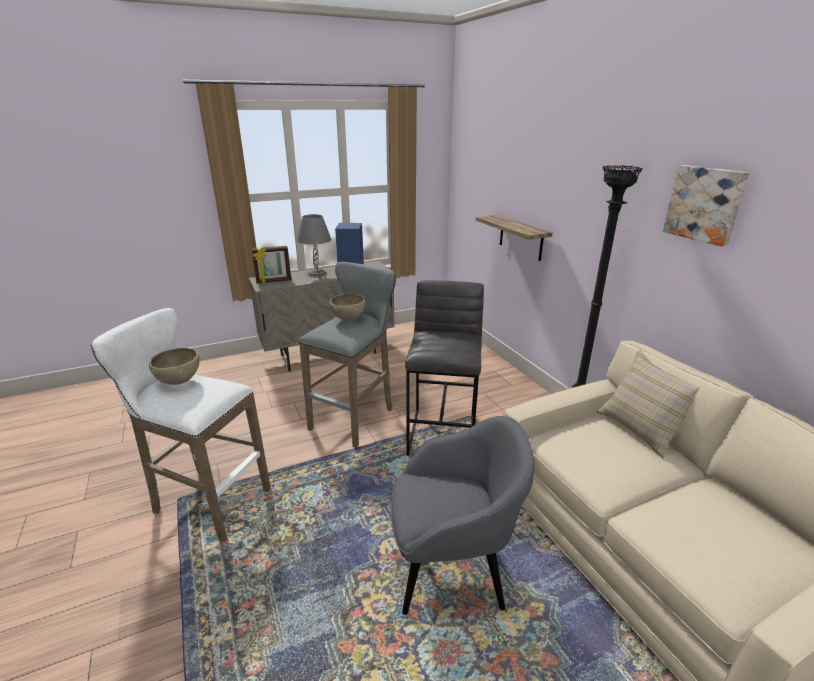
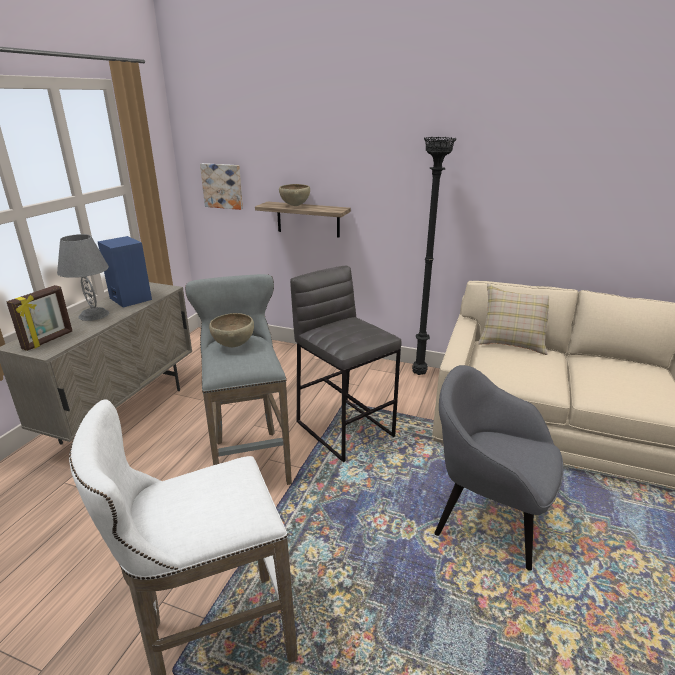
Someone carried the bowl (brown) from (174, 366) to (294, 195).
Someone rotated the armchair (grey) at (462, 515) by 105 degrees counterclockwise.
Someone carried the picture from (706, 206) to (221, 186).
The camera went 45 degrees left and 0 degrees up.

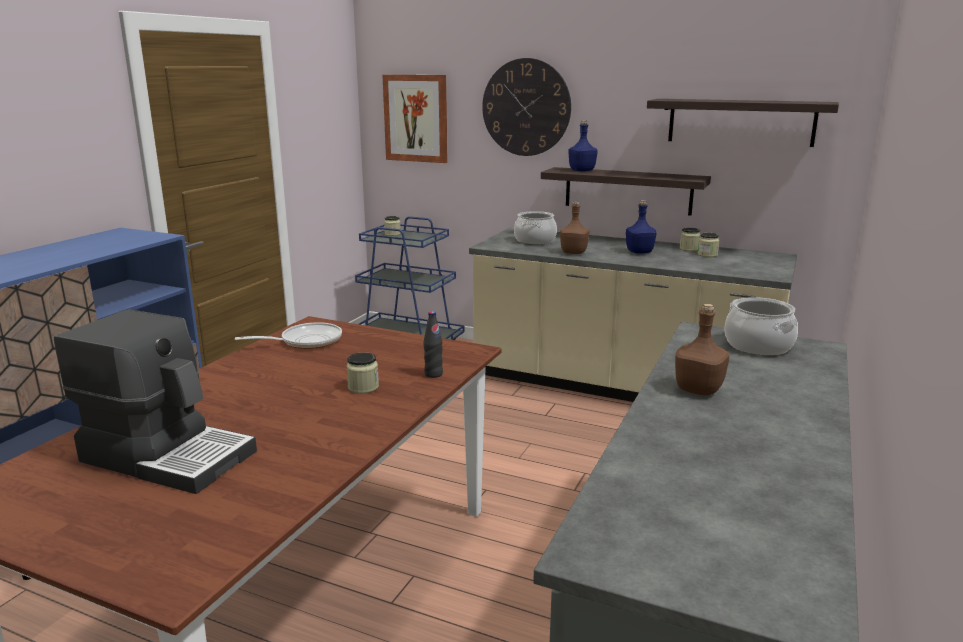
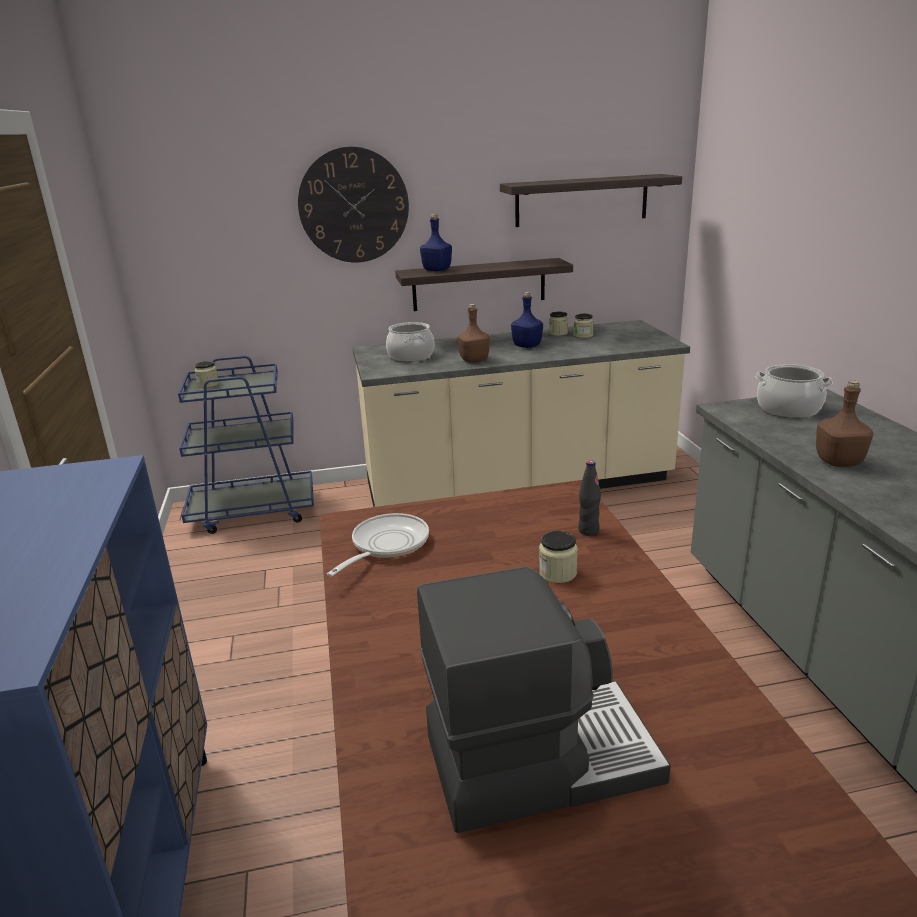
Someone took away the picture at (415, 119).
The camera went 35 degrees left and 5 degrees up.

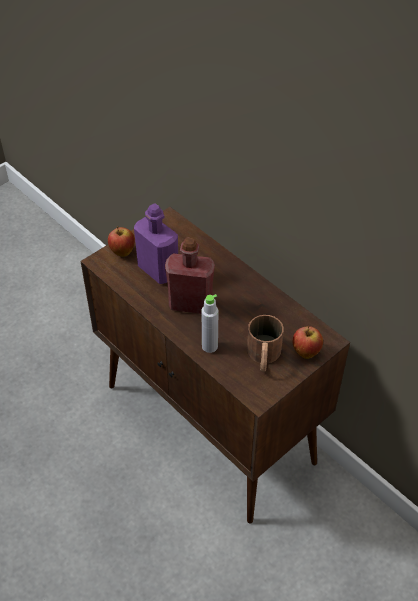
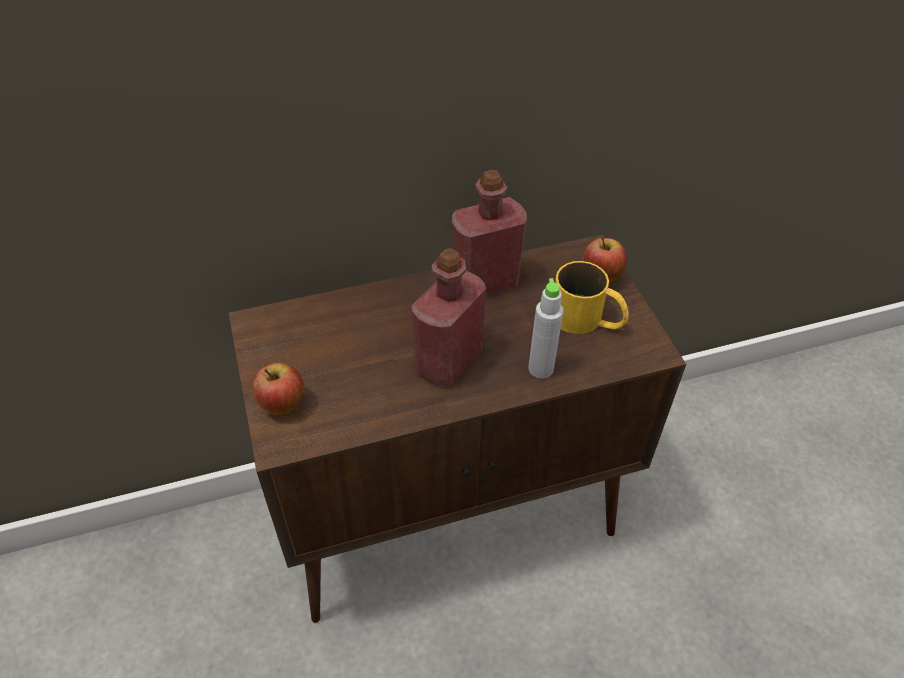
Someone took away the bottle (purple) at (156, 243).
Someone repainted the mug (brown) at (265, 343), which became the mug (yellow) at (592, 297).
Someone put down the bottle (red) at (489, 232).
The camera went 65 degrees left and 0 degrees up.

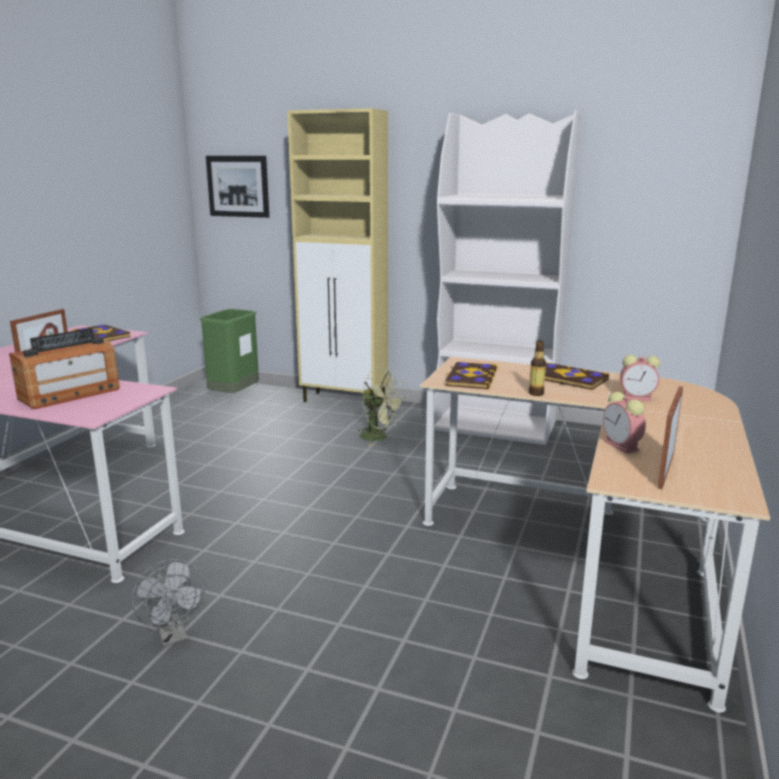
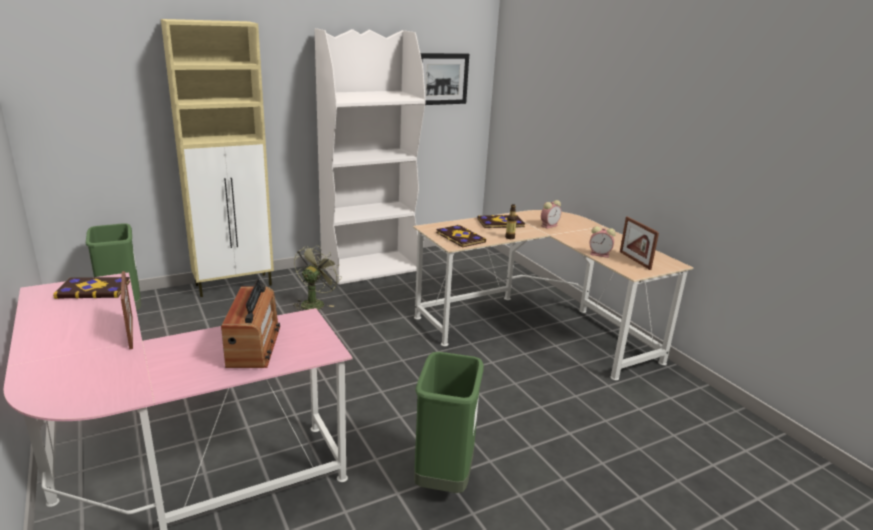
Someone swapped the fan (grey) at (168, 602) for the trash can (green) at (449, 422).
Someone carried the picture from (237, 187) to (444, 79).
Someone rotated the fan (green) at (382, 406) by 45 degrees counterclockwise.
The camera went 50 degrees left and 5 degrees up.

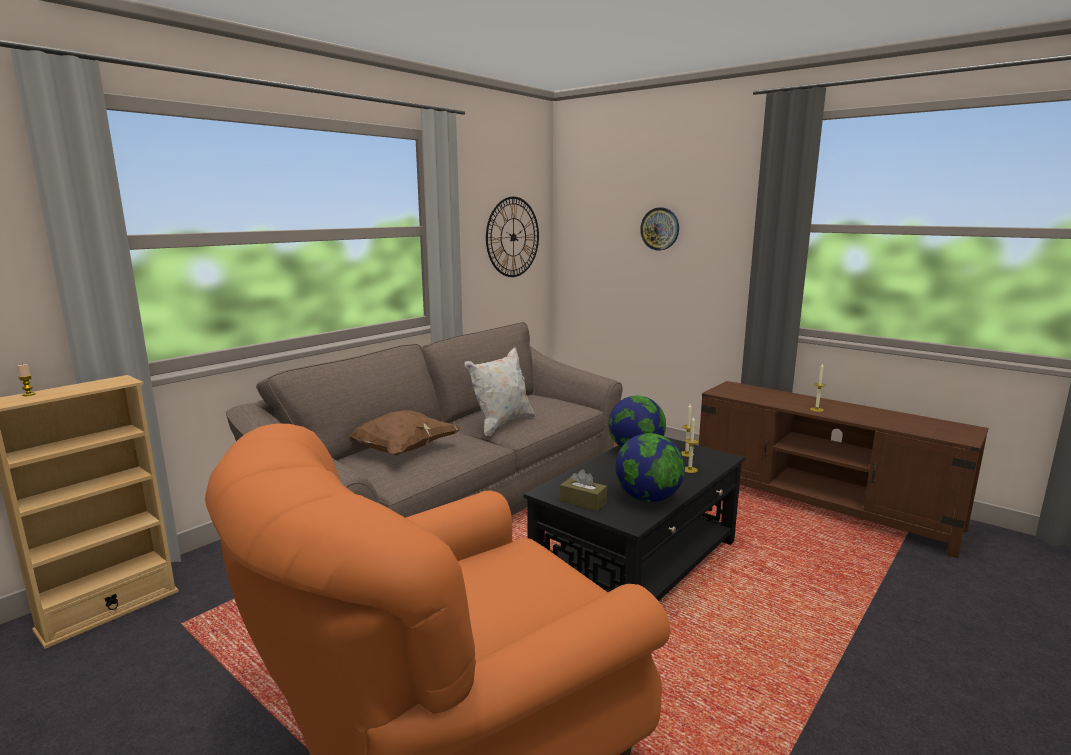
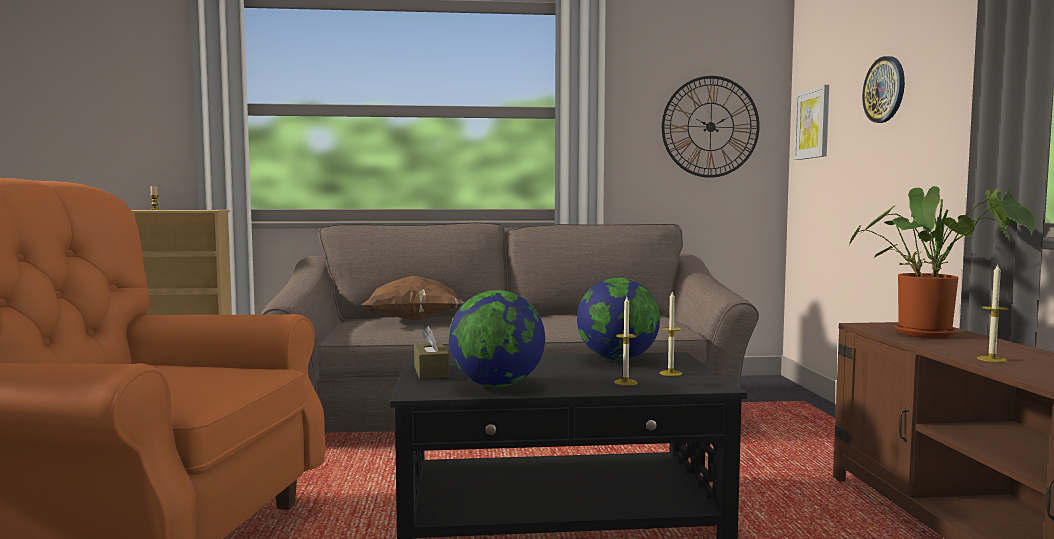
Someone took away the pillow (white) at (500, 391).
Someone put up the picture at (811, 122).
Someone put down the potted plant at (942, 262).
The camera went 45 degrees right and 10 degrees down.

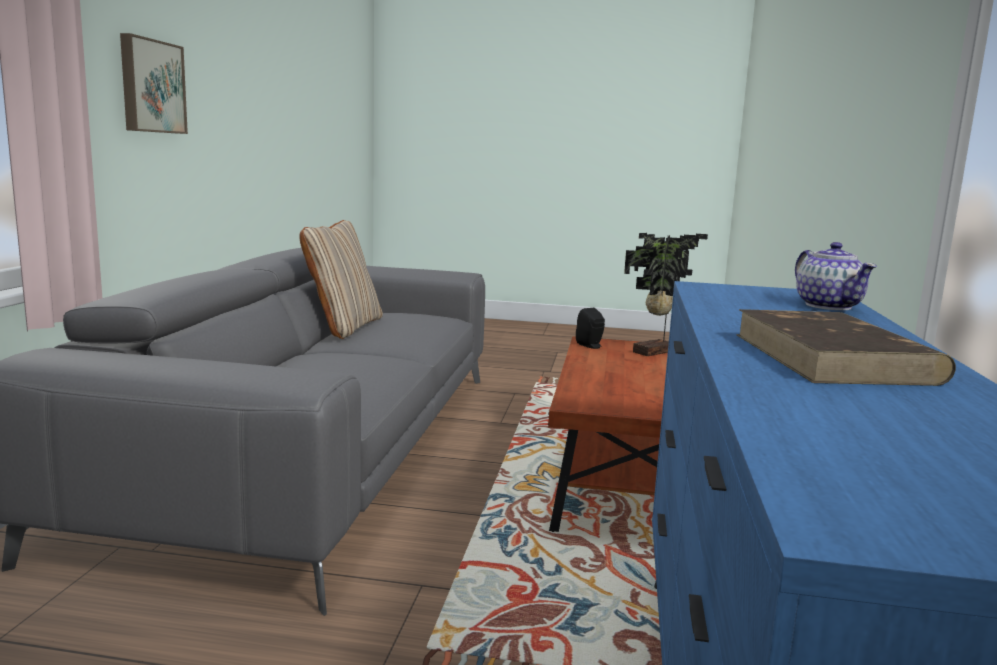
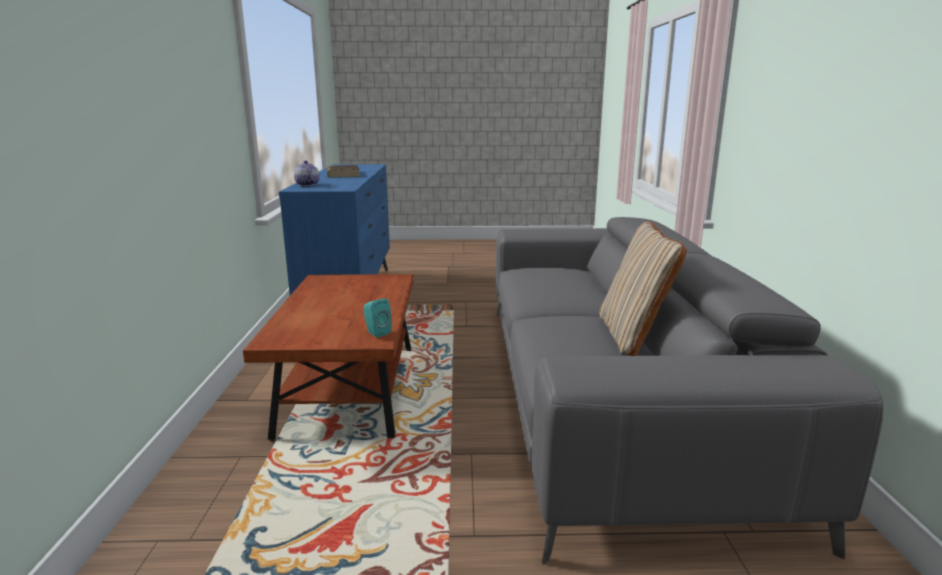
Someone took away the picture at (154, 83).
Someone repainted the speaker (black) at (590, 328), which became the speaker (turquoise) at (378, 318).
Someone took away the potted plant at (666, 294).
The camera went 170 degrees right and 5 degrees up.

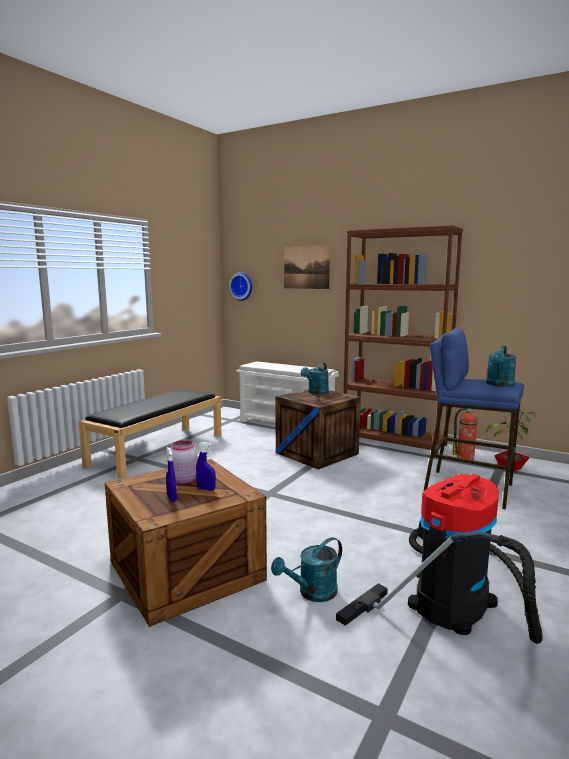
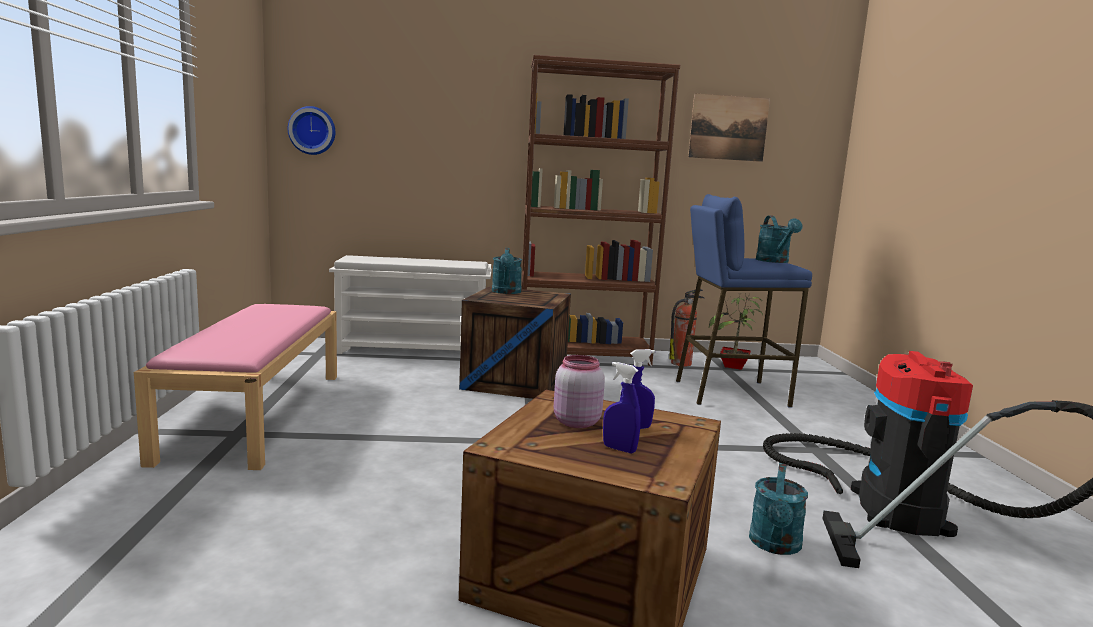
Someone repainted the bench (black) at (150, 434), which became the bench (pink) at (235, 387).
Someone carried the picture from (307, 267) to (729, 128).
The camera went 35 degrees left and 0 degrees up.

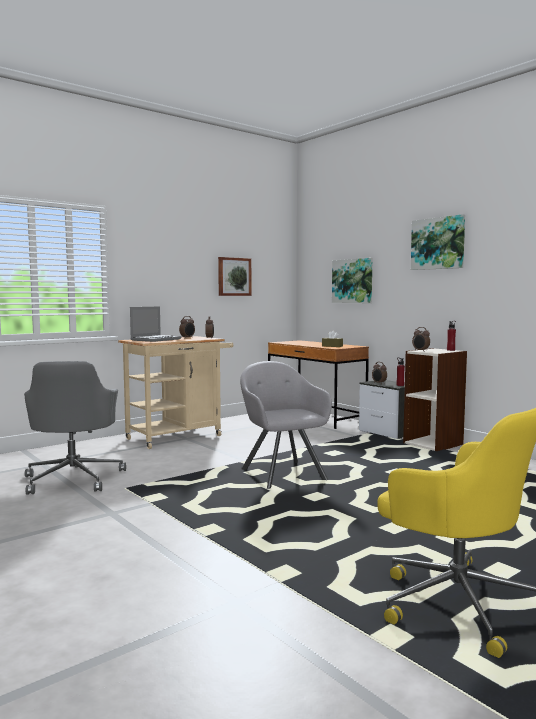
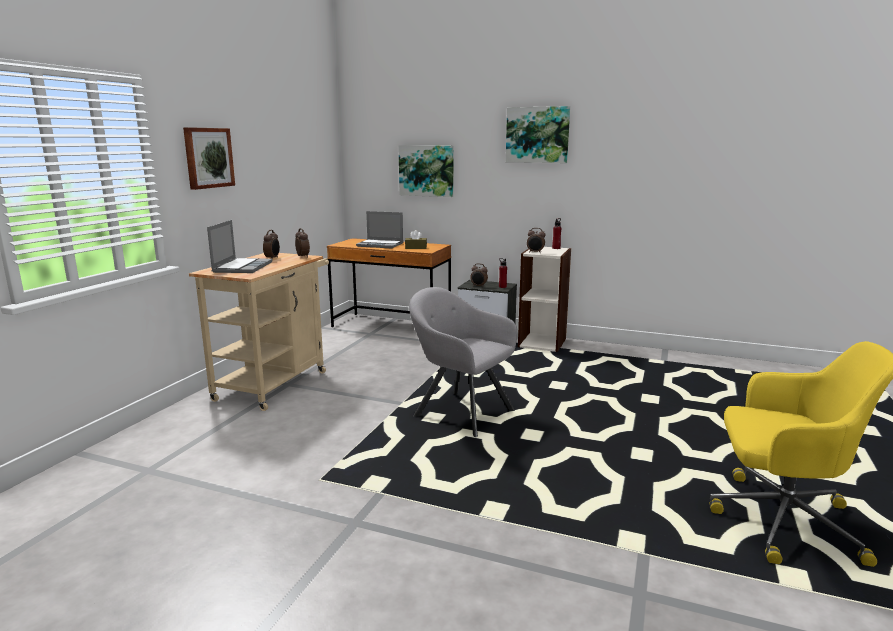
Someone took away the office chair (grey) at (75, 428).
Someone carried the picture from (234, 276) to (209, 158).
Someone put down the laptop at (379, 229).
The camera went 30 degrees left and 10 degrees up.

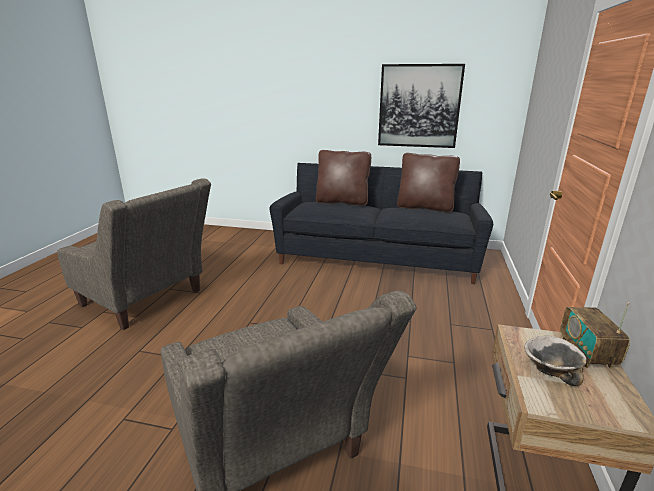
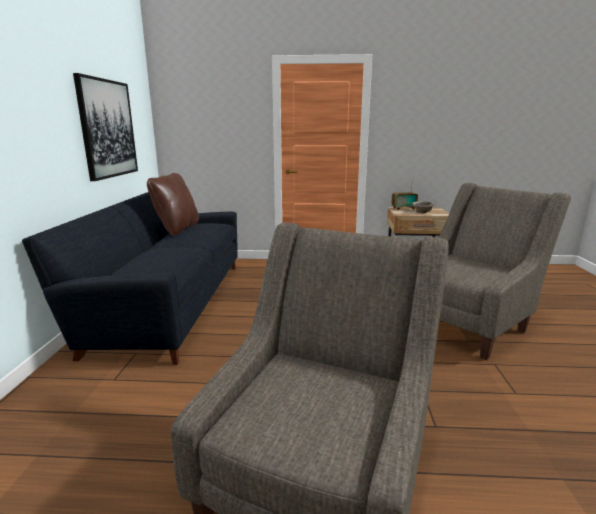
Someone took away the pillow (brown) at (343, 178).
The camera went 100 degrees left and 5 degrees down.

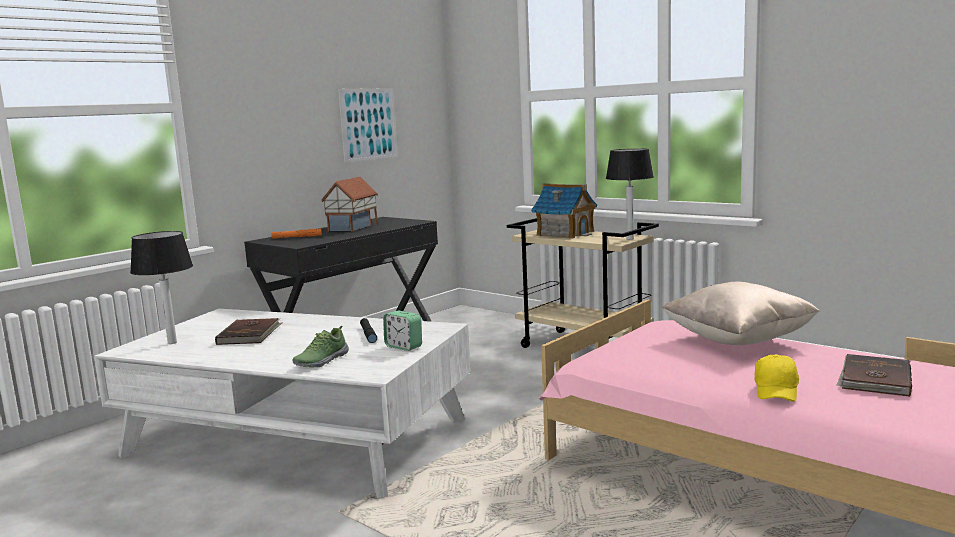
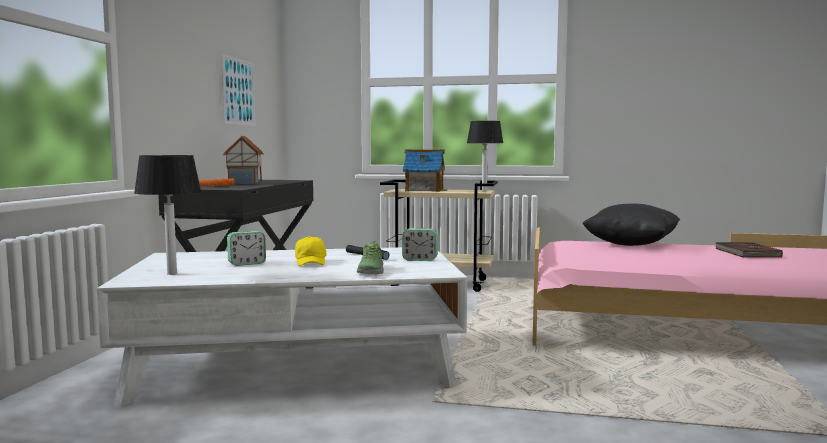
Someone swapped the book (brown) at (249, 331) for the alarm clock at (246, 248).
Someone repainted the pillow (beige) at (741, 313), which became the pillow (black) at (631, 225).
Someone carried the cap (yellow) from (777, 378) to (311, 251).
The camera went 30 degrees left and 5 degrees down.

